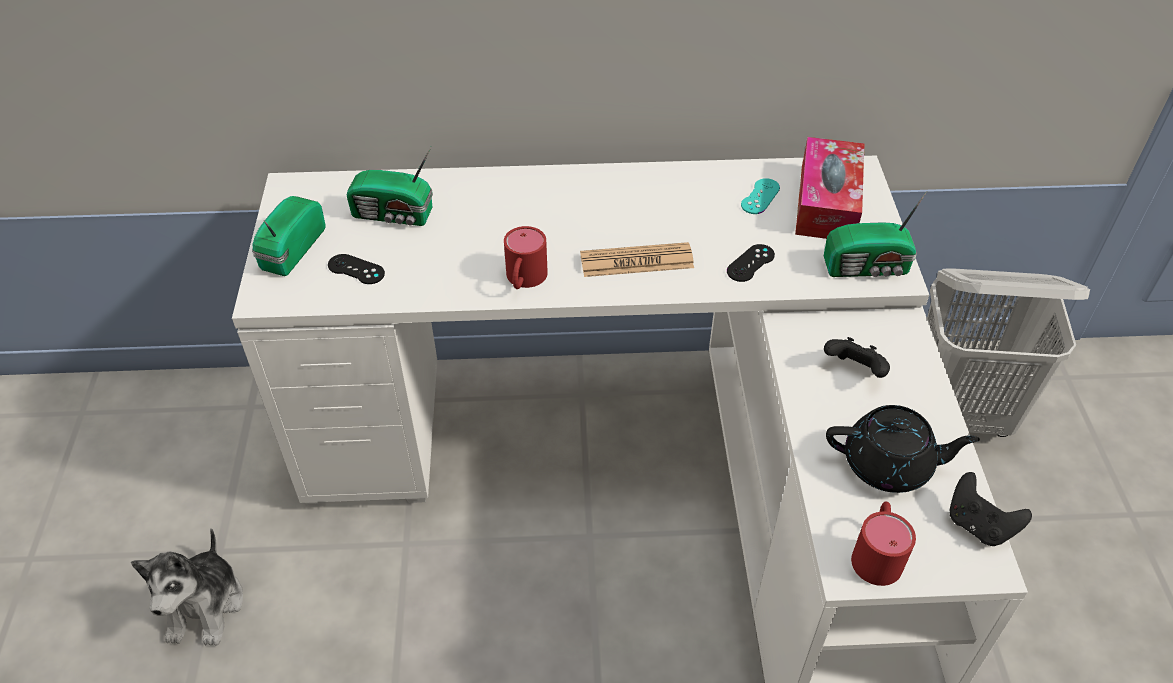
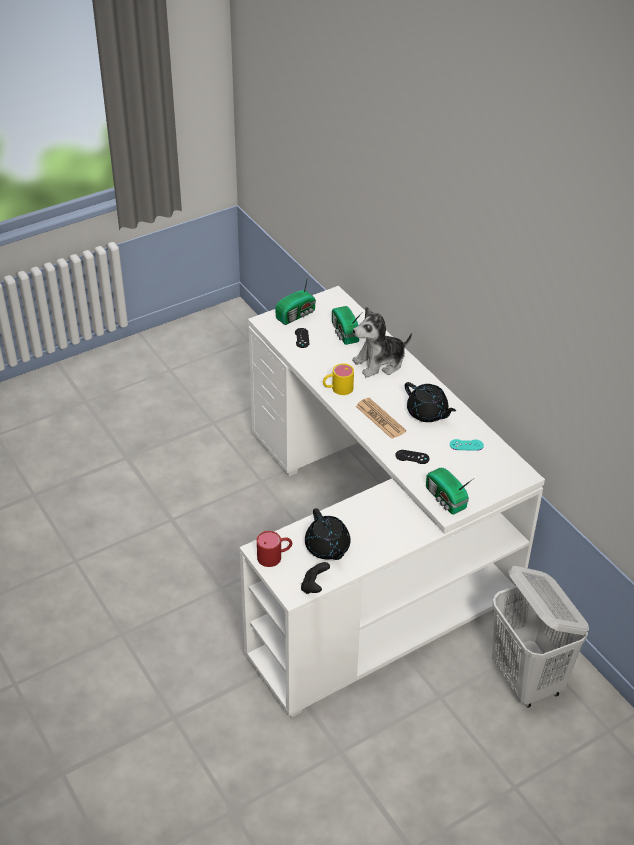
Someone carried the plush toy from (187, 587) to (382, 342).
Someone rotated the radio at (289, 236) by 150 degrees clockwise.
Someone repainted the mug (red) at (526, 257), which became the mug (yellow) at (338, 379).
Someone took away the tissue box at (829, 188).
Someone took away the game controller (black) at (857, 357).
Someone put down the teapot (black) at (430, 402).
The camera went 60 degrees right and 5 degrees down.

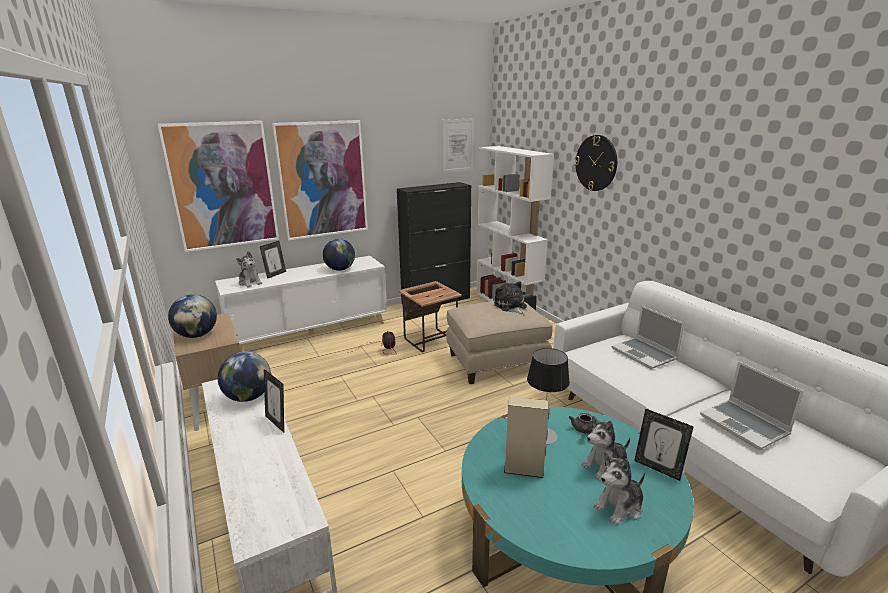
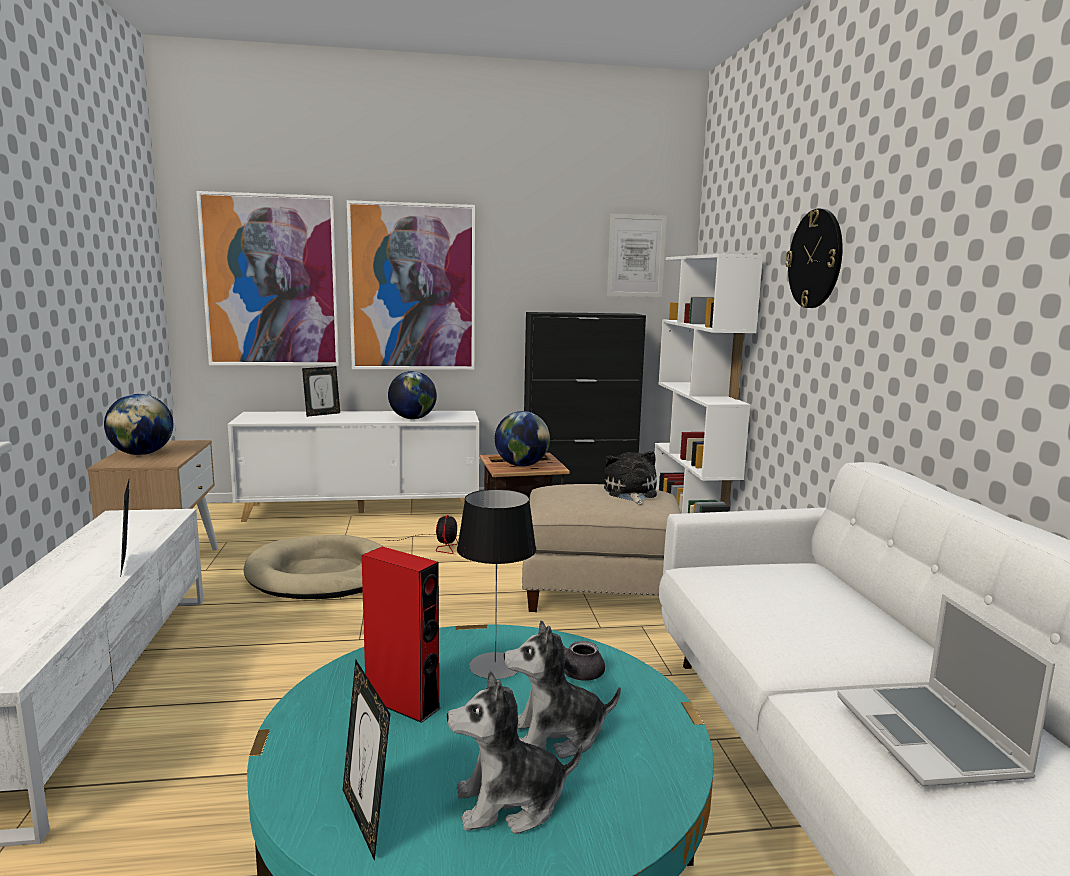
Someone carried the globe from (244, 377) to (522, 439).
Someone took away the plush toy at (249, 269).
Someone repainted the speaker (beige) at (526, 437), which became the speaker (red) at (401, 635).
Someone took away the laptop at (648, 337).
Someone carried the picture frame from (664, 444) to (366, 760).
Someone put down the dog bed (beige) at (314, 567).
The camera went 20 degrees right and 10 degrees down.

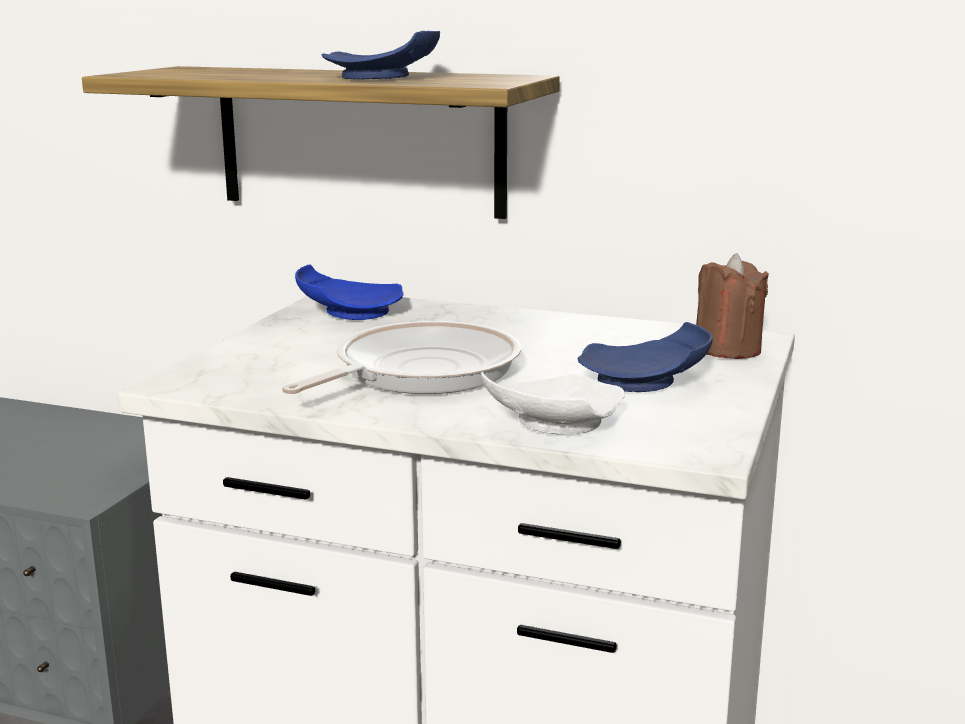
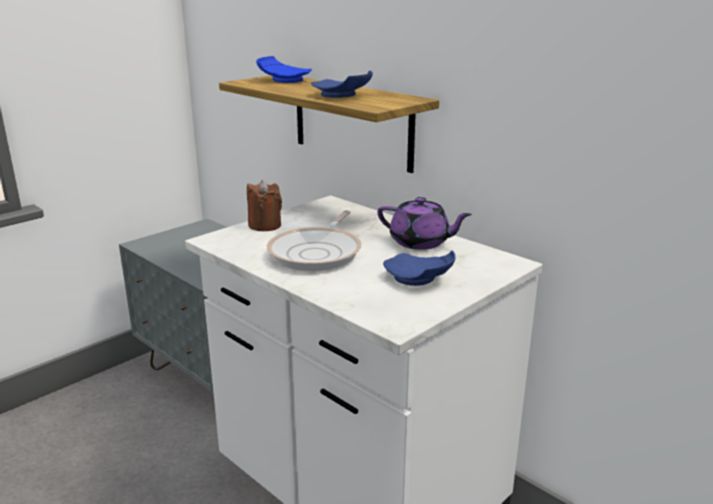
Someone rotated the frying pan at (401, 357) by 135 degrees clockwise.
Someone carried the plate (blue) from (349, 292) to (284, 69).
Someone took away the plate (white) at (553, 403).
Someone carried the candle (brown) from (732, 306) to (264, 205).
Someone put down the teapot (purple) at (425, 223).
The camera went 25 degrees right and 5 degrees up.

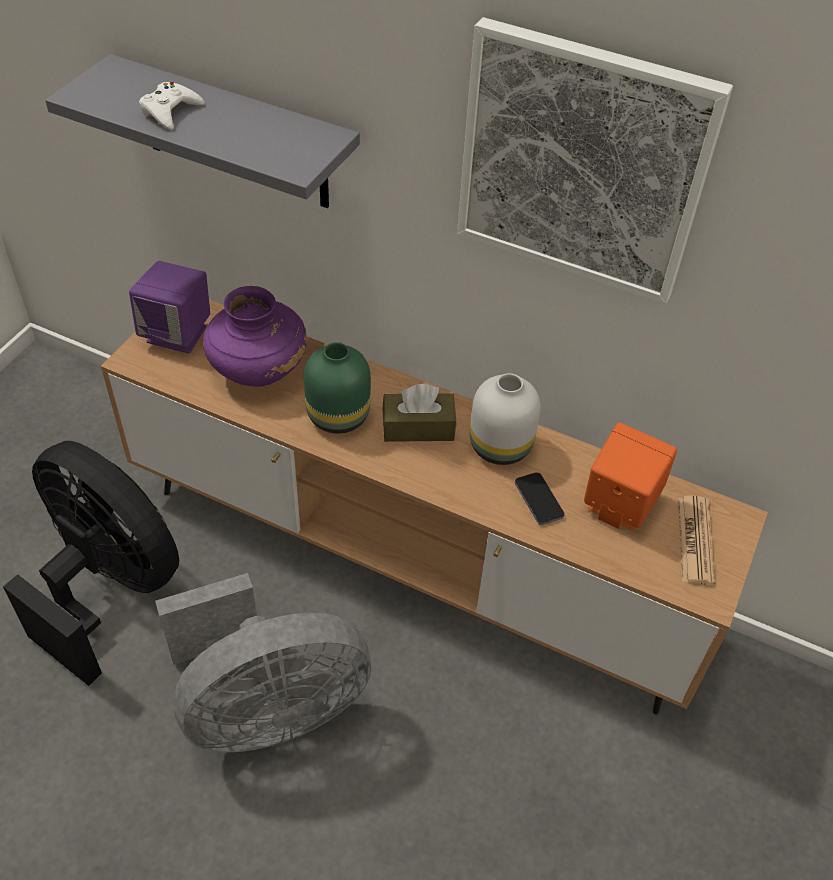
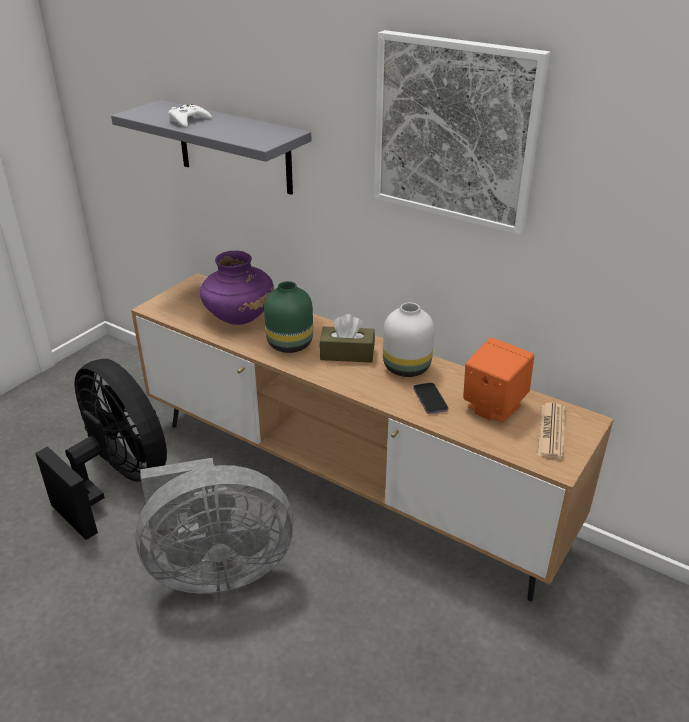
Someone took away the speaker (purple) at (169, 307).
The camera went 10 degrees right and 15 degrees down.

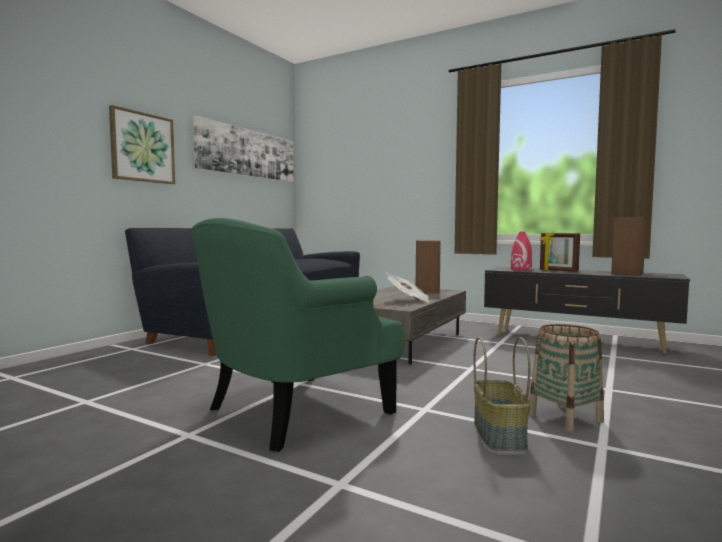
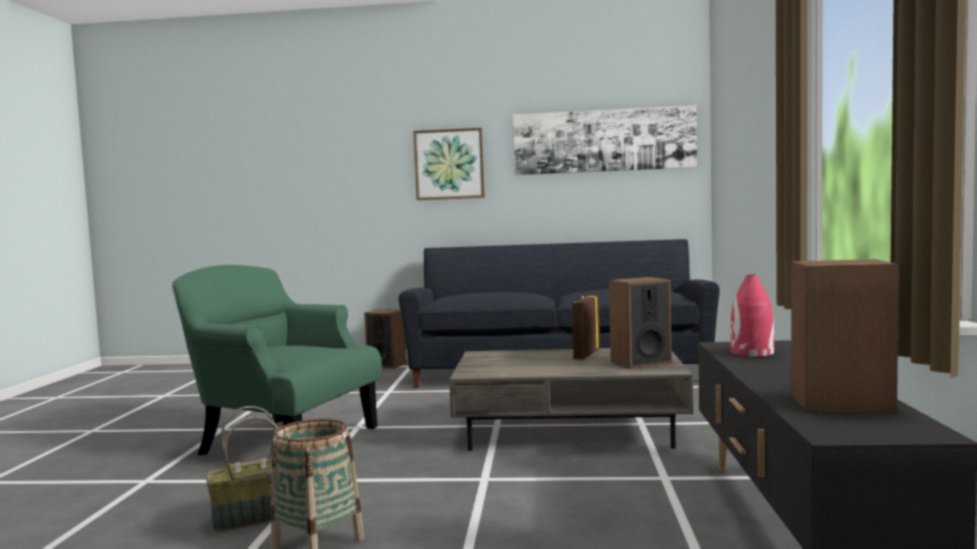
Someone took away the newspaper at (407, 287).
Someone carried the picture frame from (560, 252) to (586, 327).
Someone put down the speaker at (385, 339).
The camera went 65 degrees right and 0 degrees up.

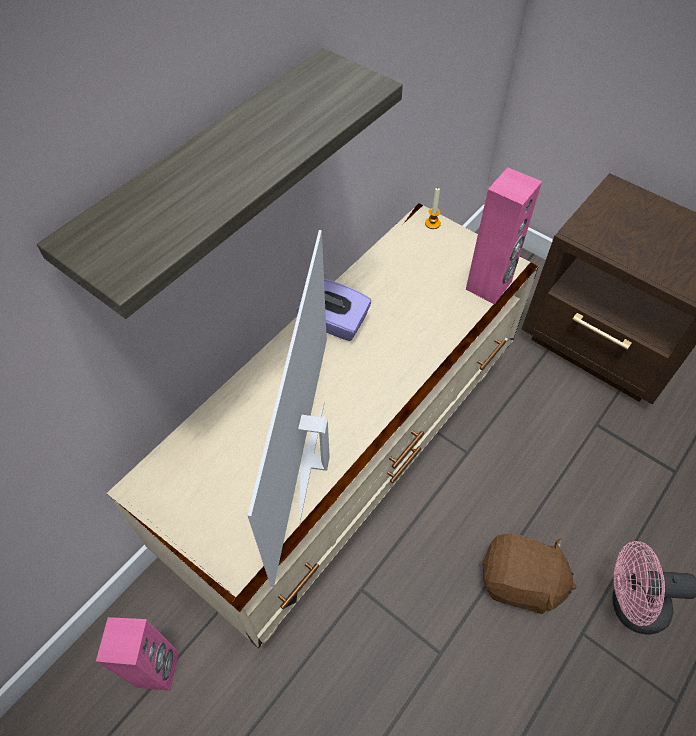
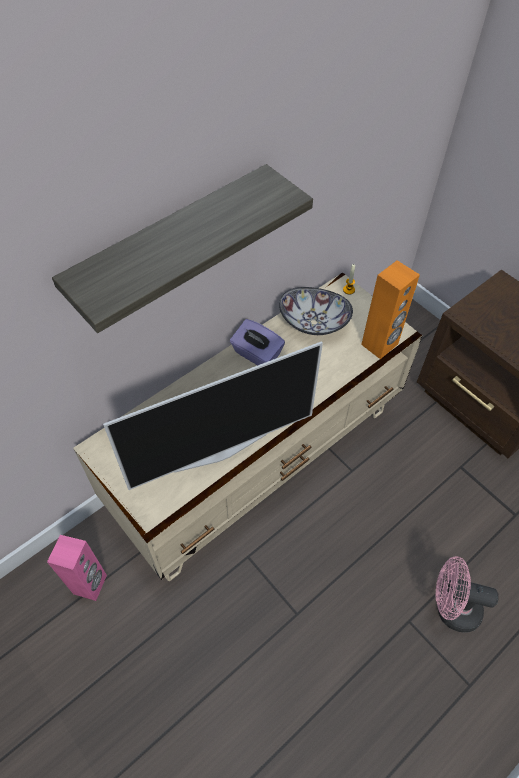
Someone rotated the television at (288, 408) by 135 degrees counterclockwise.
Someone repainted the speaker (pink) at (504, 235), which became the speaker (orange) at (390, 309).
Someone took away the plush toy (brown) at (529, 574).
Someone put down the bowl at (316, 311).
The camera went 10 degrees right and 0 degrees up.

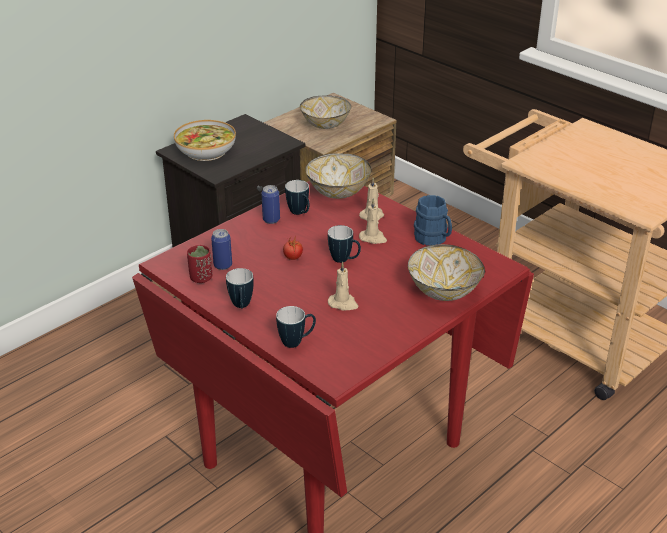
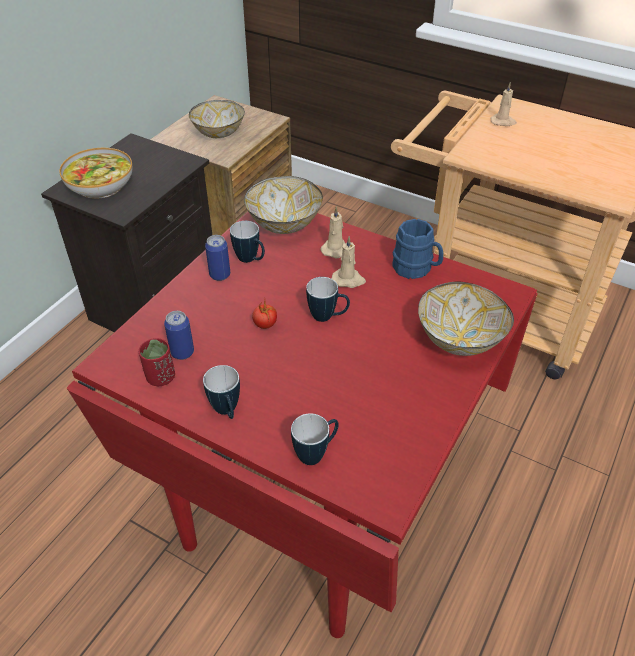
Someone carried the candle (beige) from (343, 286) to (504, 104).
The camera went 15 degrees left and 10 degrees up.

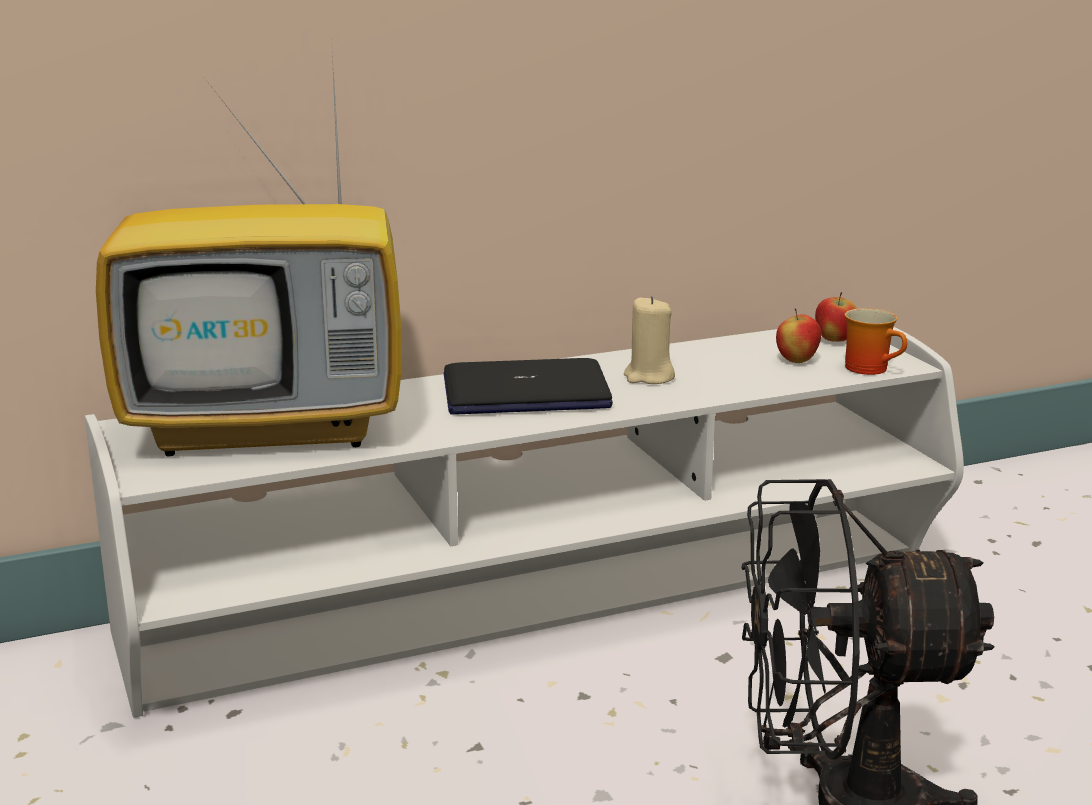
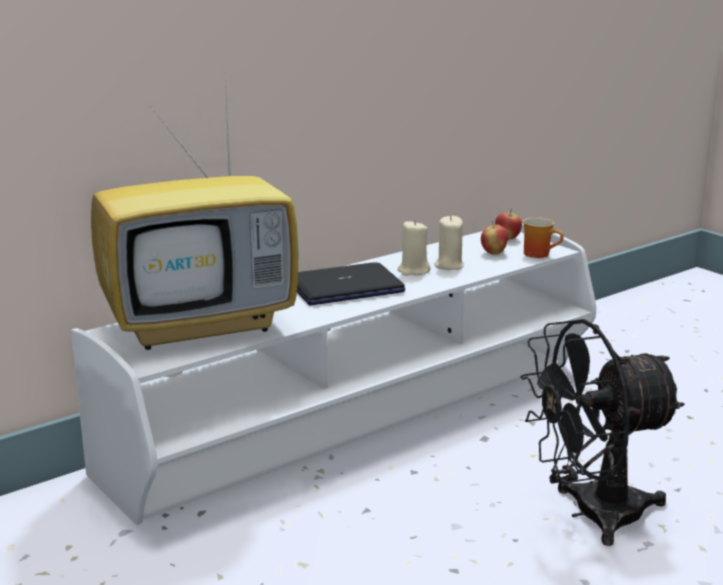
Someone put down the candle (beige) at (449, 243).
The camera went 15 degrees left and 0 degrees up.

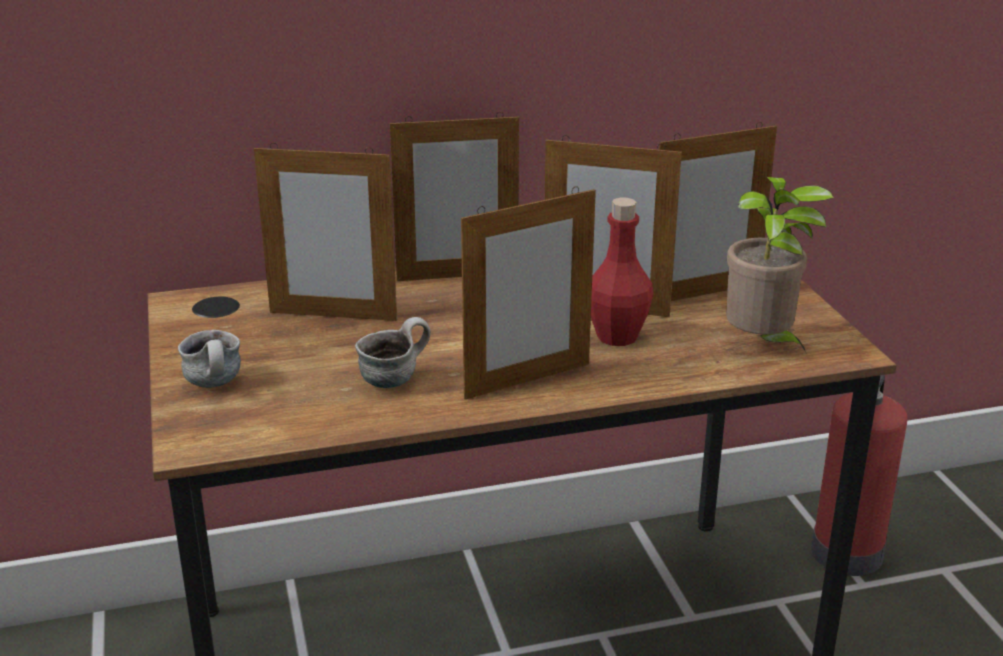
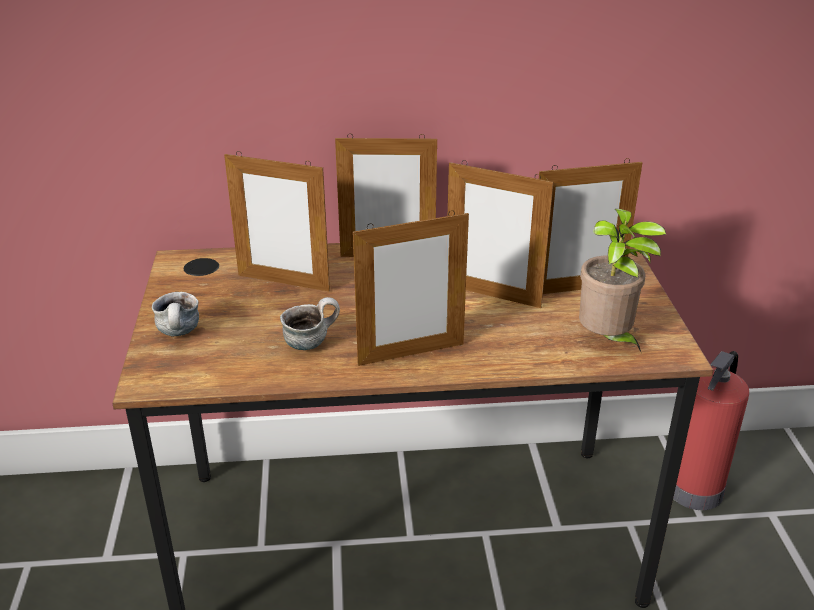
Someone took away the bottle (red) at (622, 272).
The camera went 10 degrees right and 5 degrees up.

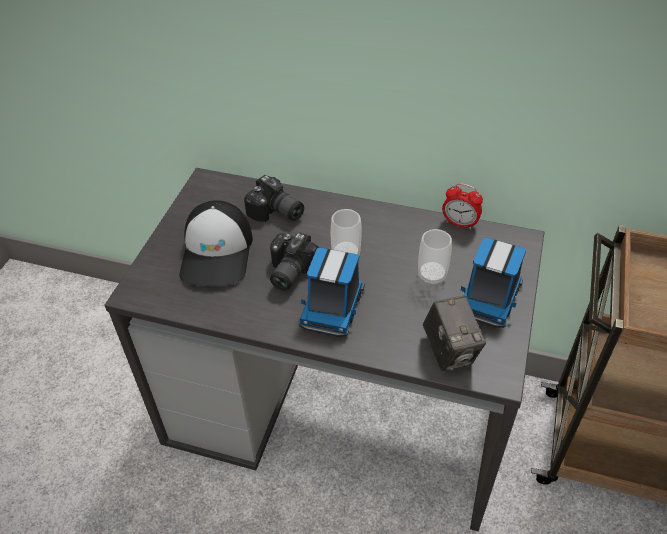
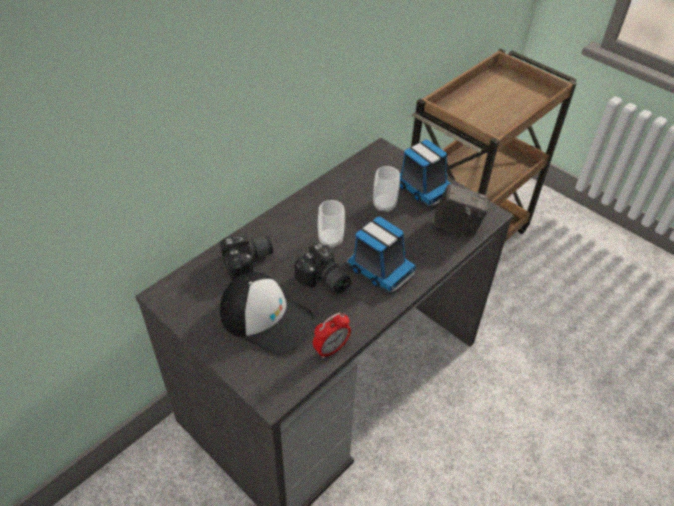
Someone carried the alarm clock from (462, 206) to (332, 336).
The camera went 65 degrees left and 0 degrees up.

